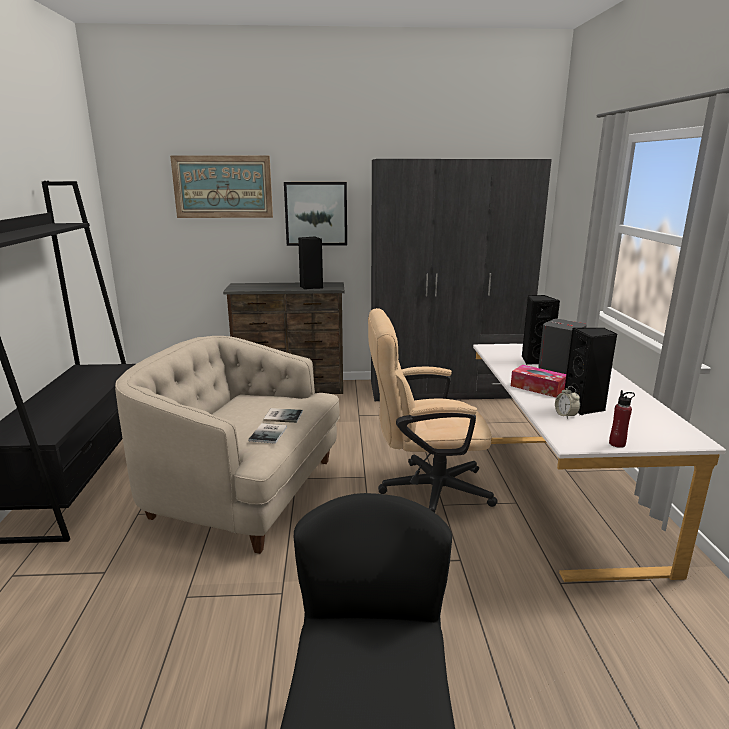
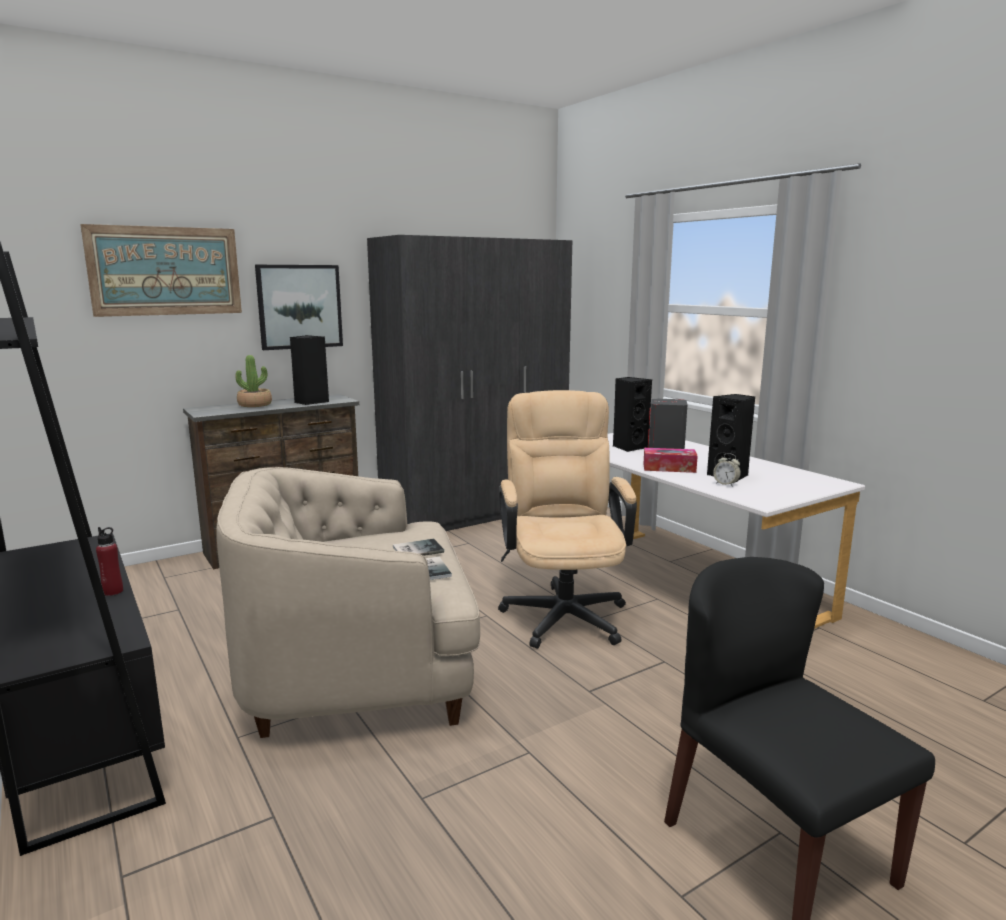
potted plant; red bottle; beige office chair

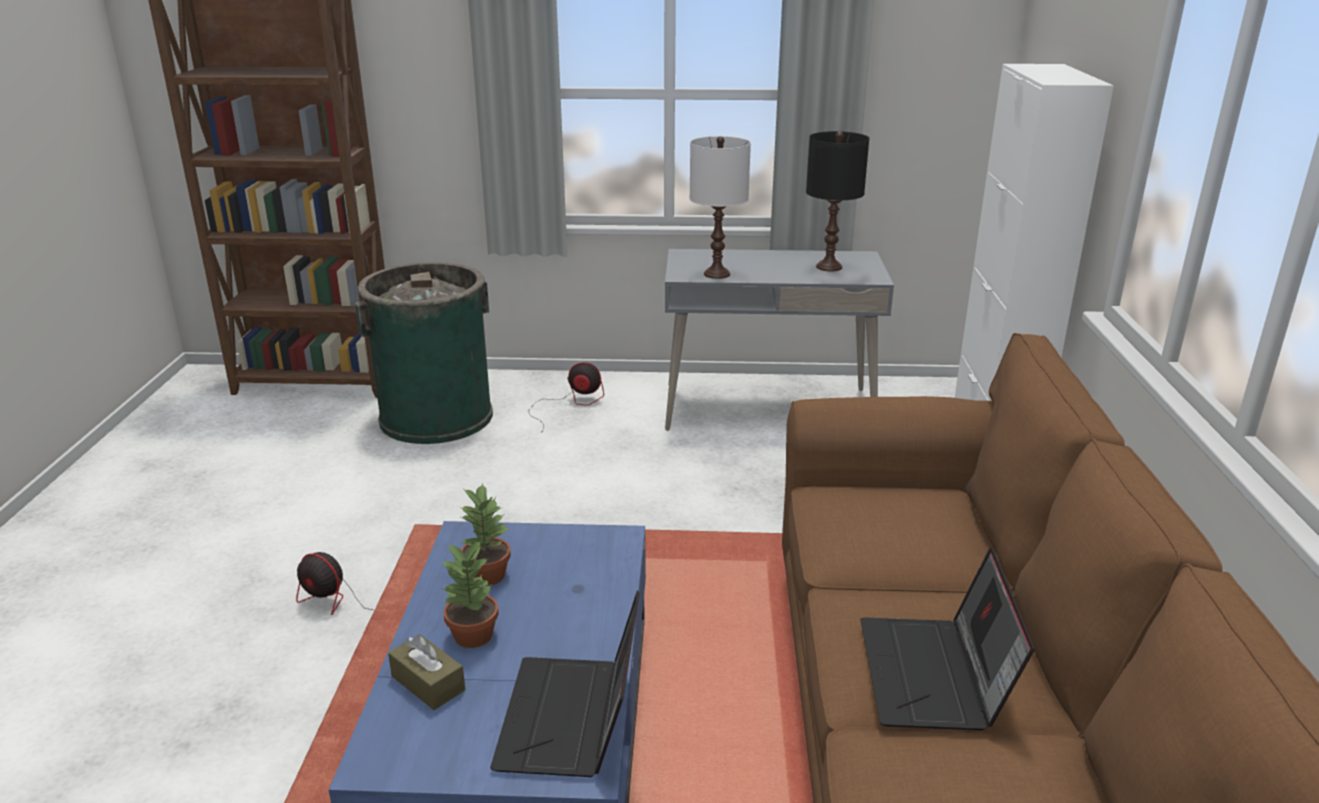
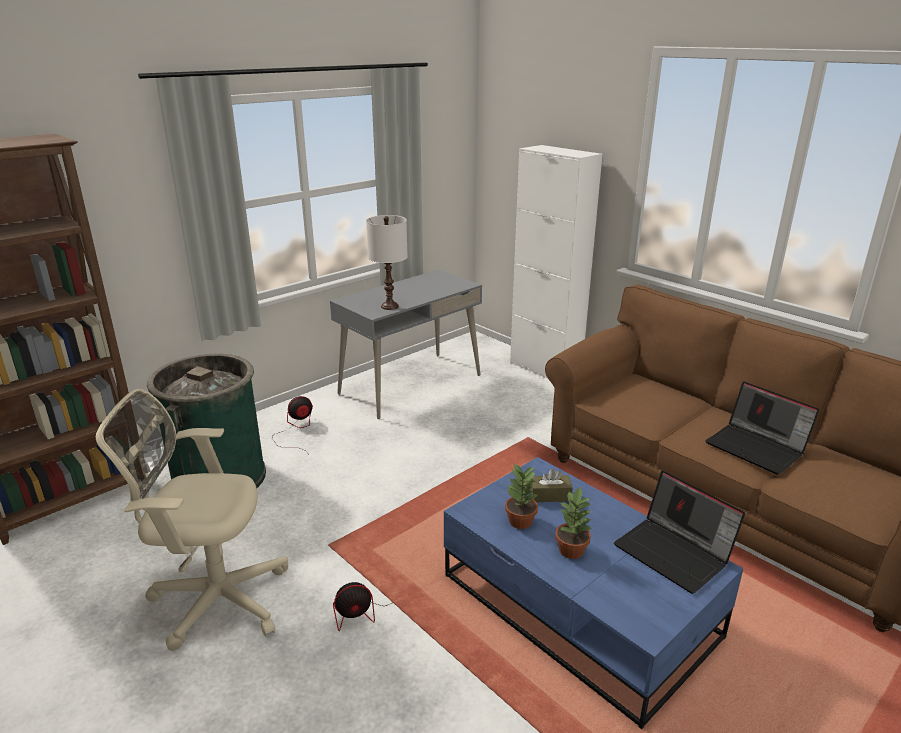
black table lamp; beige office chair; brown tissue box

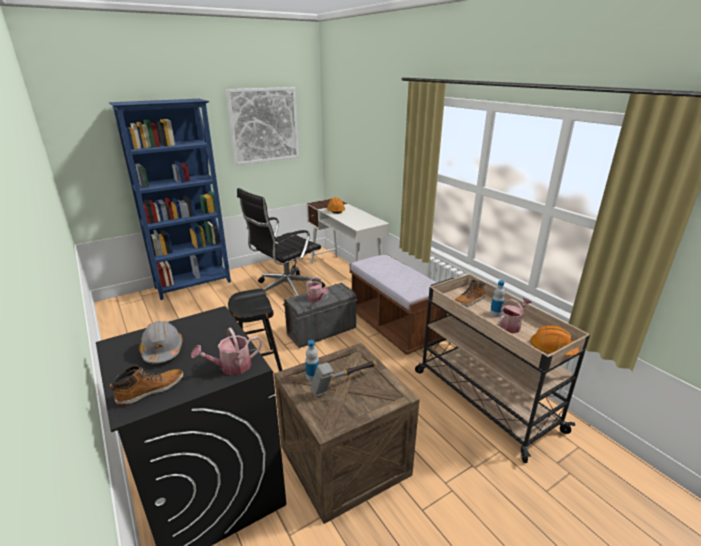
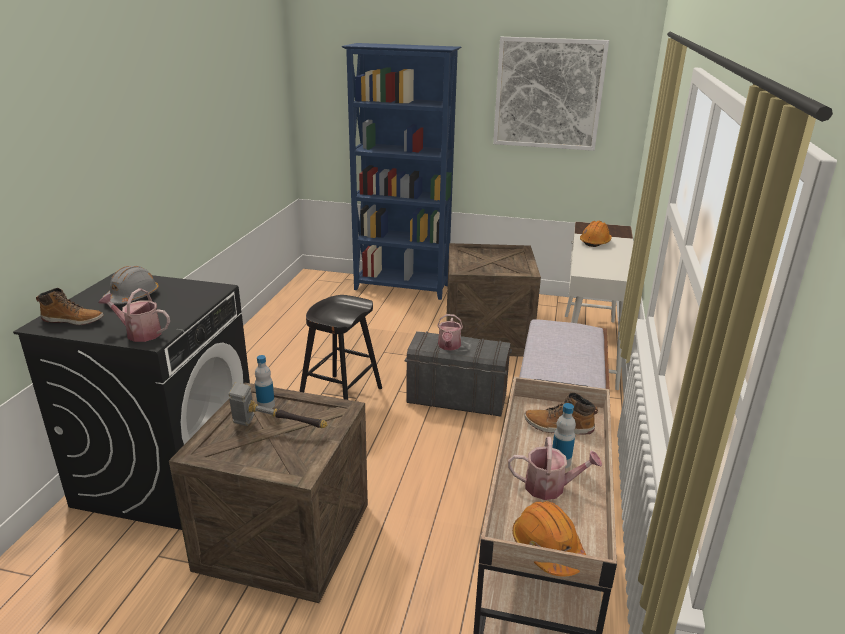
crate (no. 2 from left)

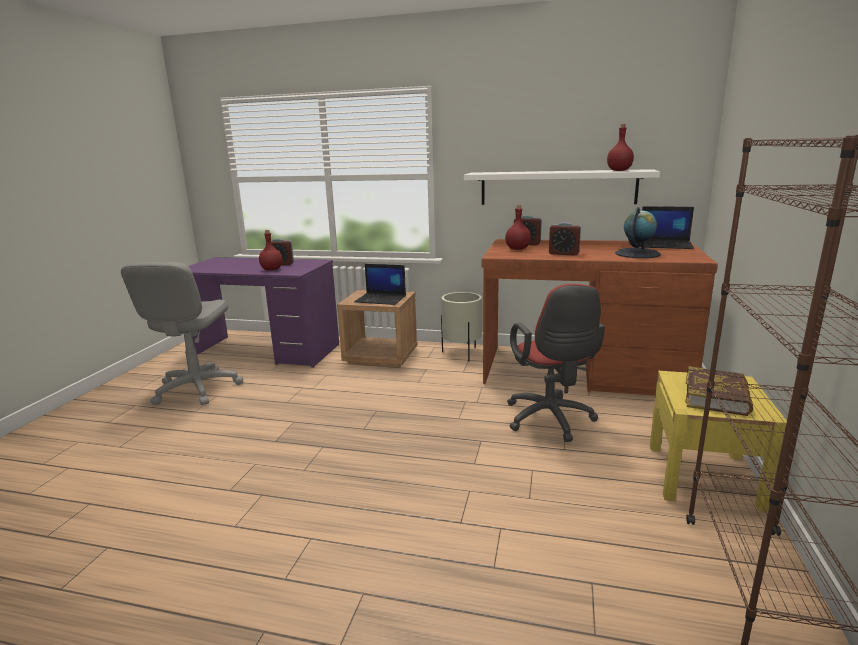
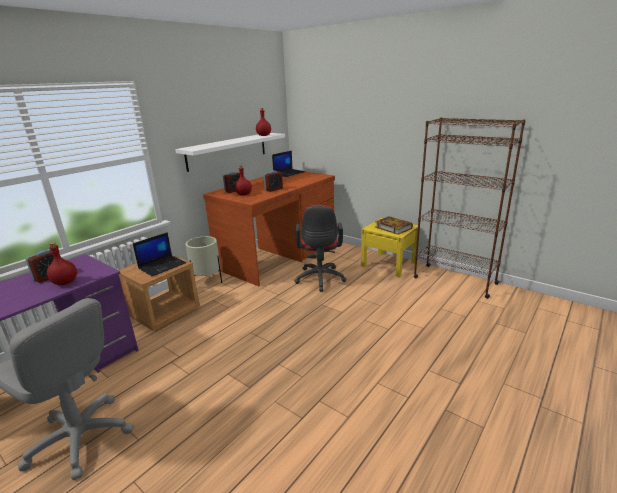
globe; red office chair

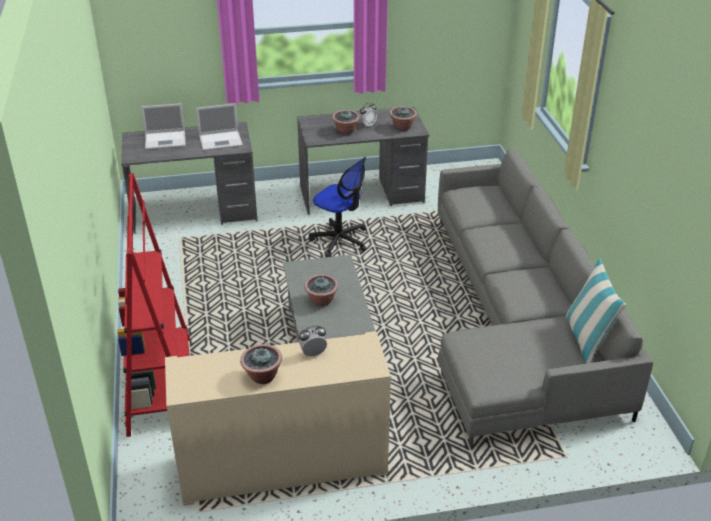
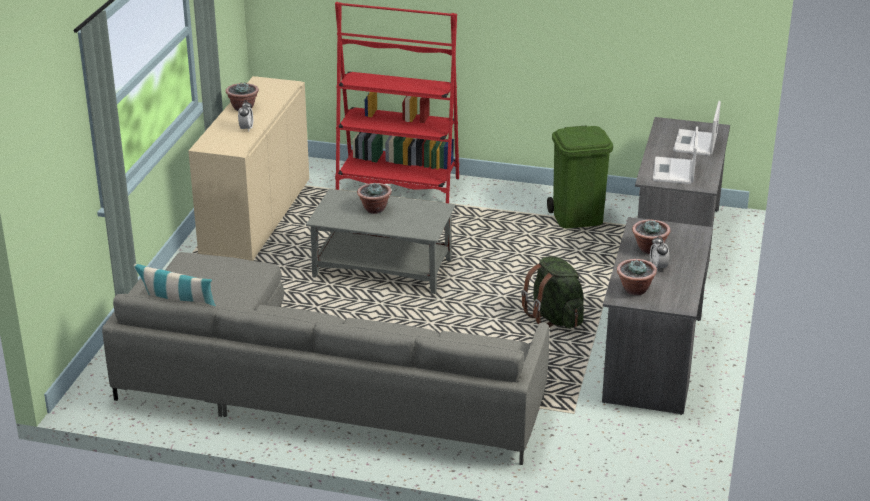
green trash can; green backpack

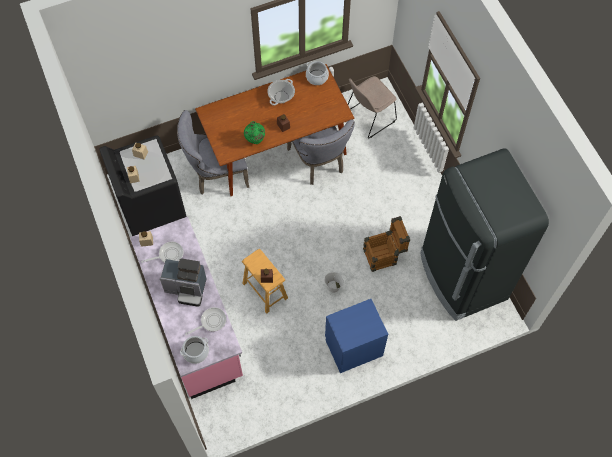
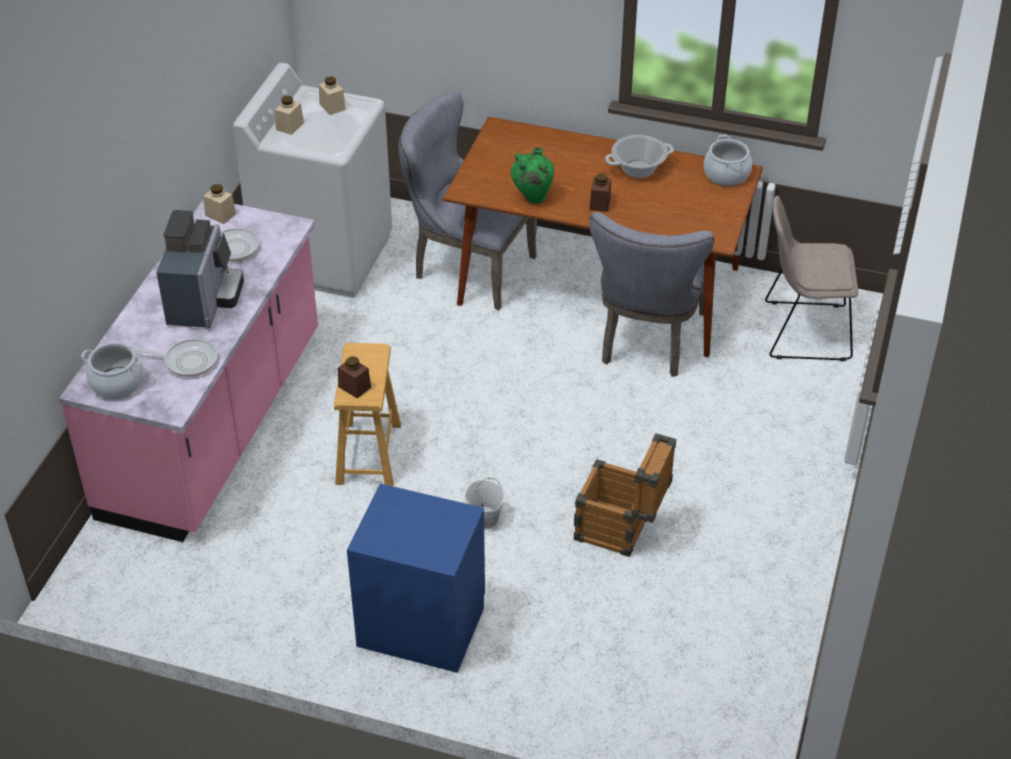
black fridge; white washing machine; coffee machine

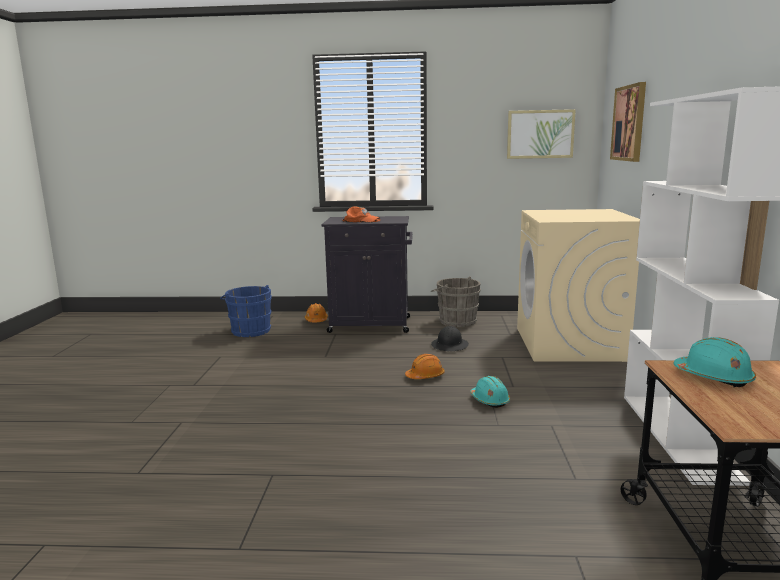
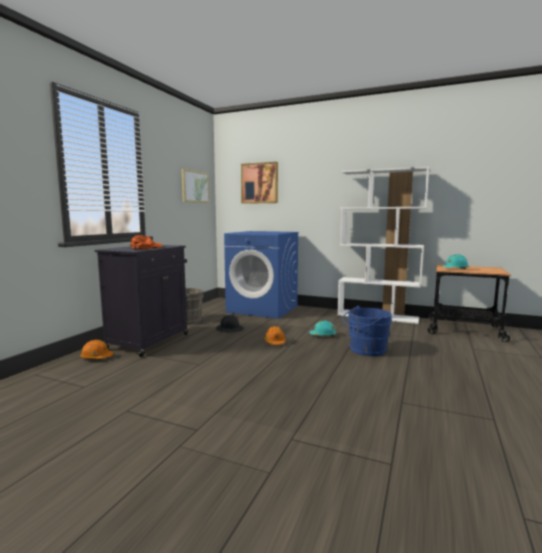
blue bucket; blue washing machine

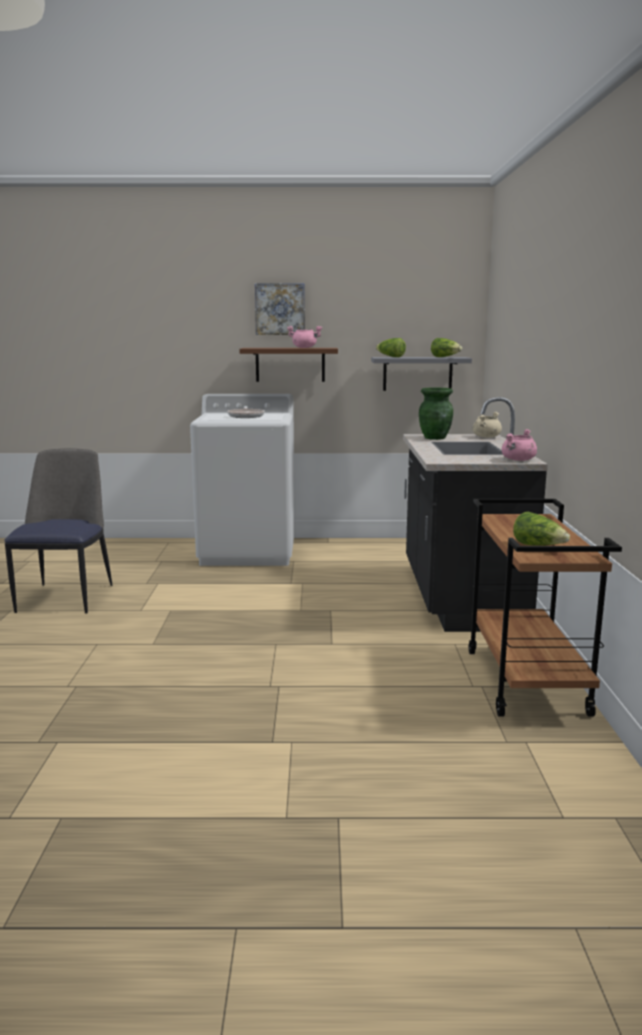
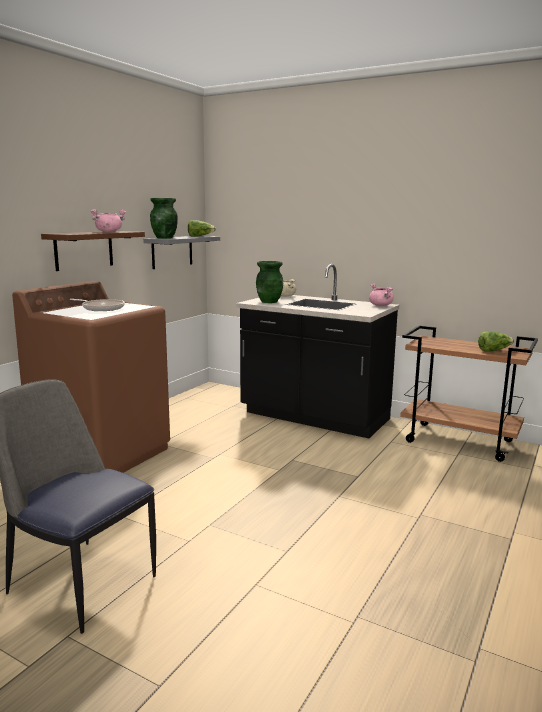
picture; green vase (no. 1 from left); brown washing machine

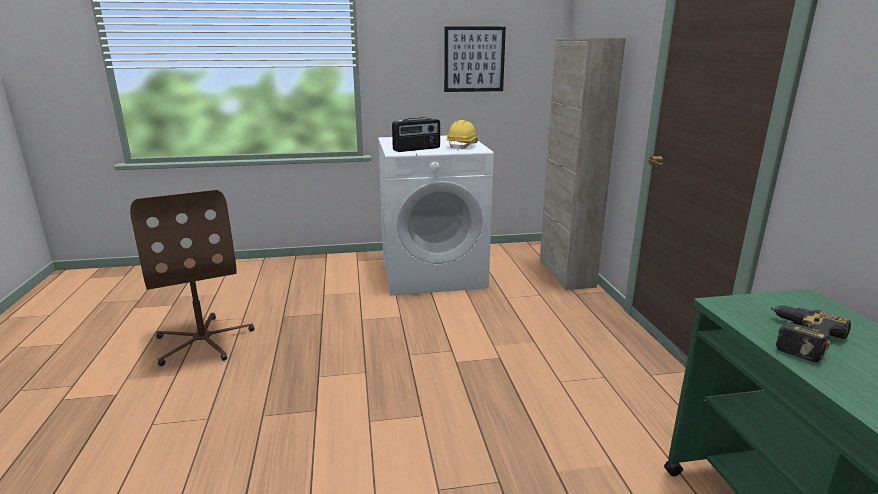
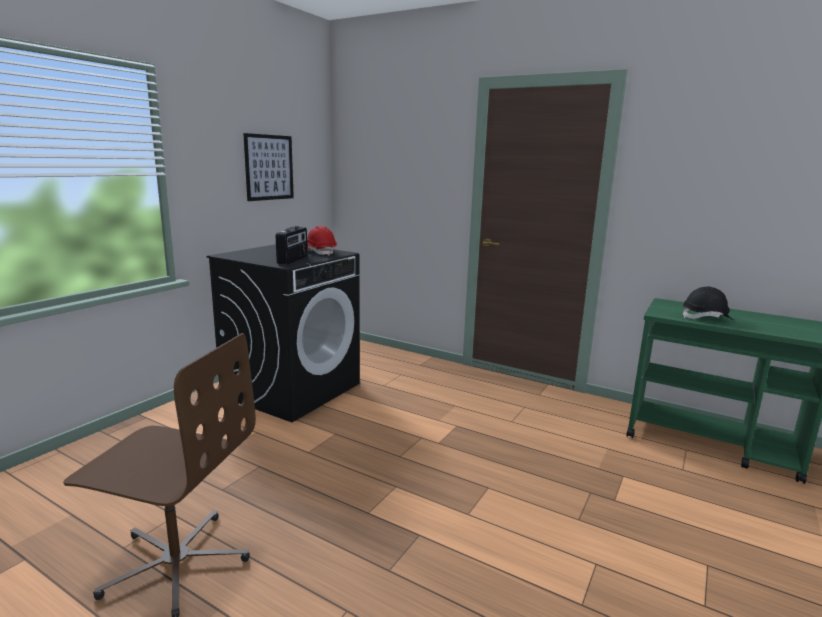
beige cabinet; black hard hat; black washing machine; red hard hat

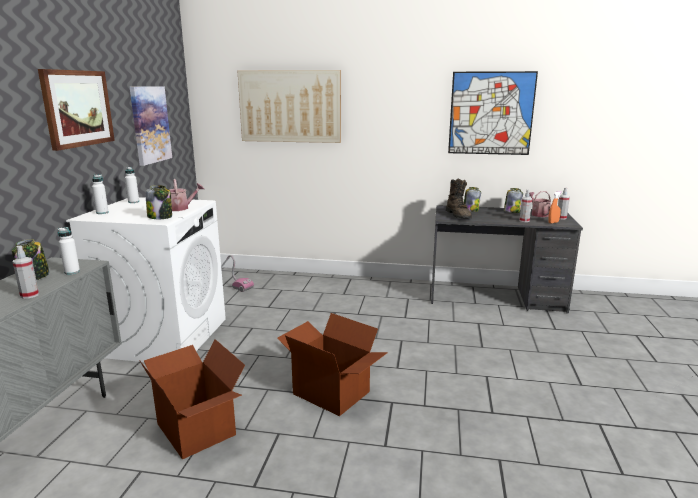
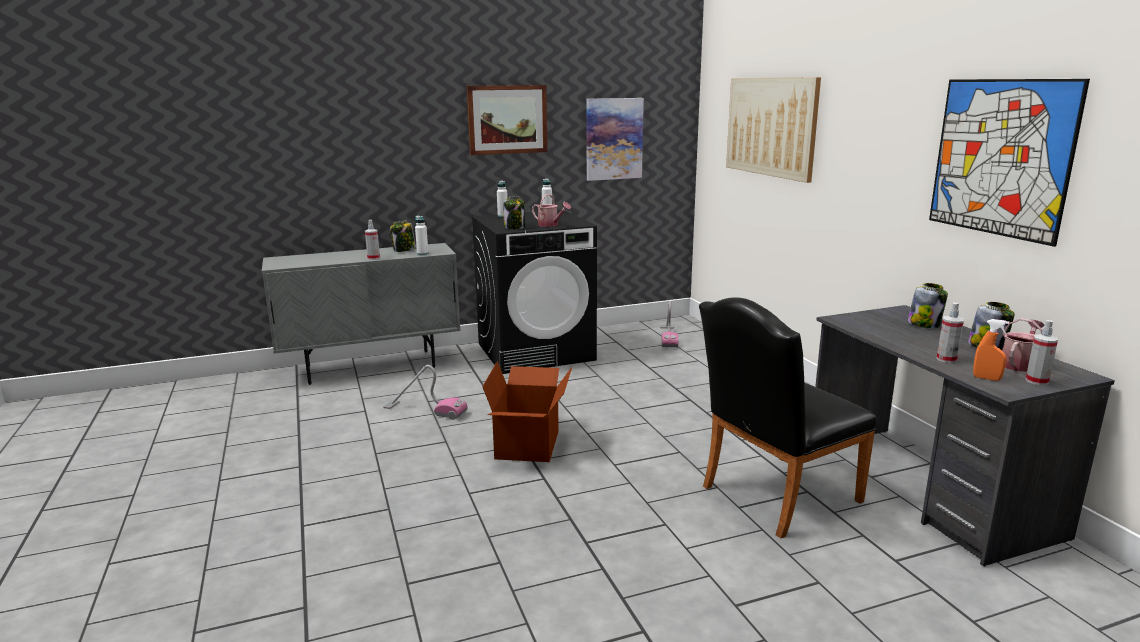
brown boot; black chair; vacuum cleaner (no. 1 from left); black washing machine

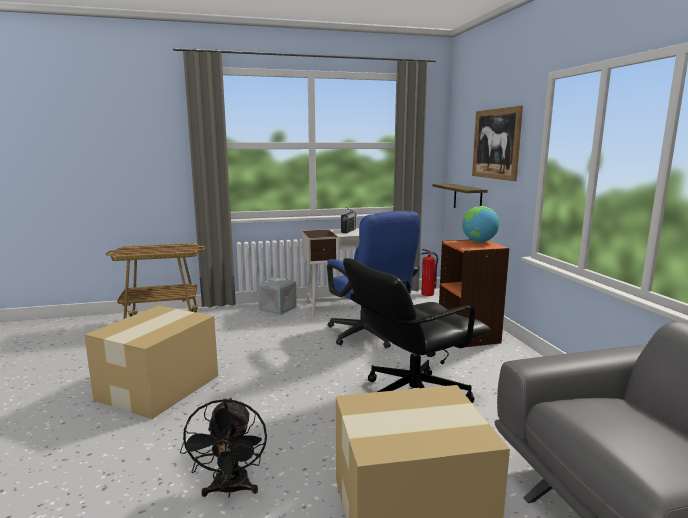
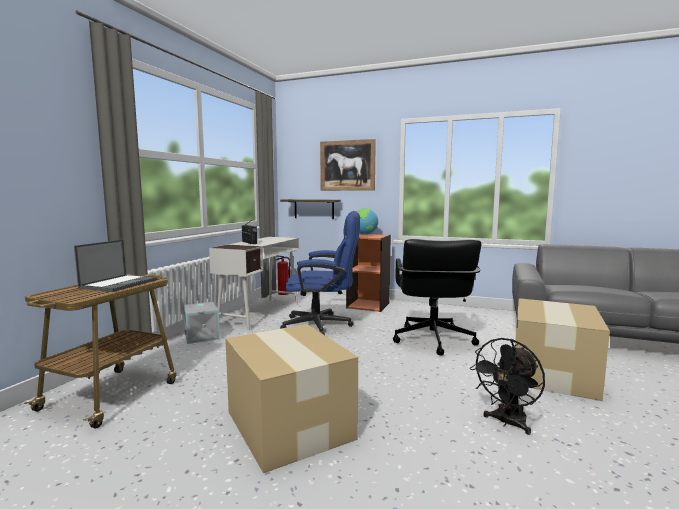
laptop; black fan

